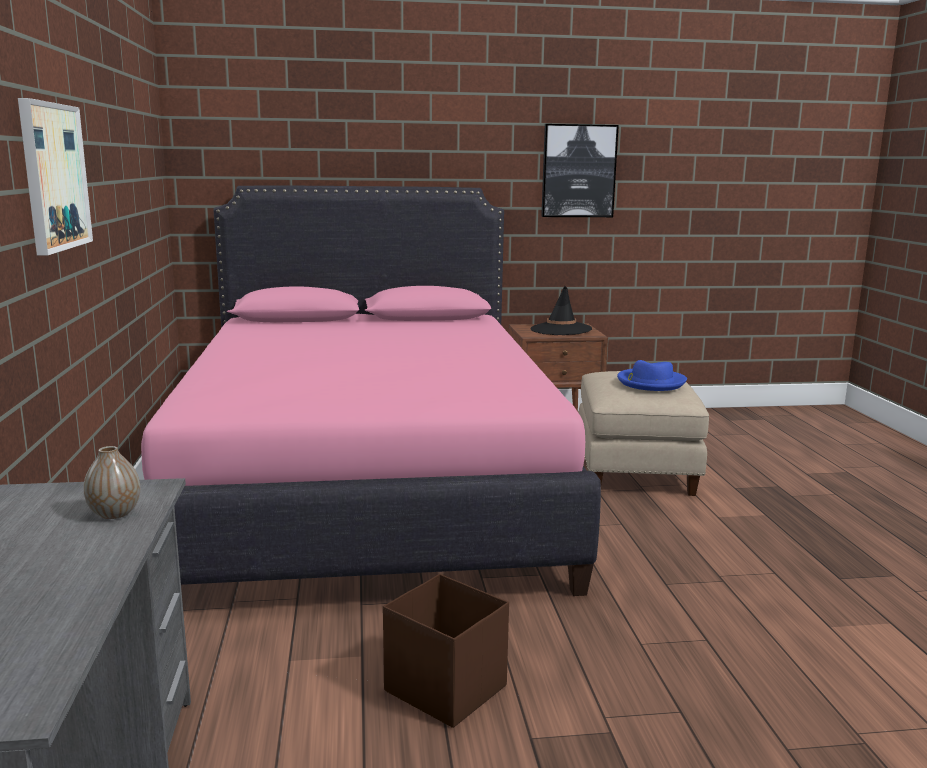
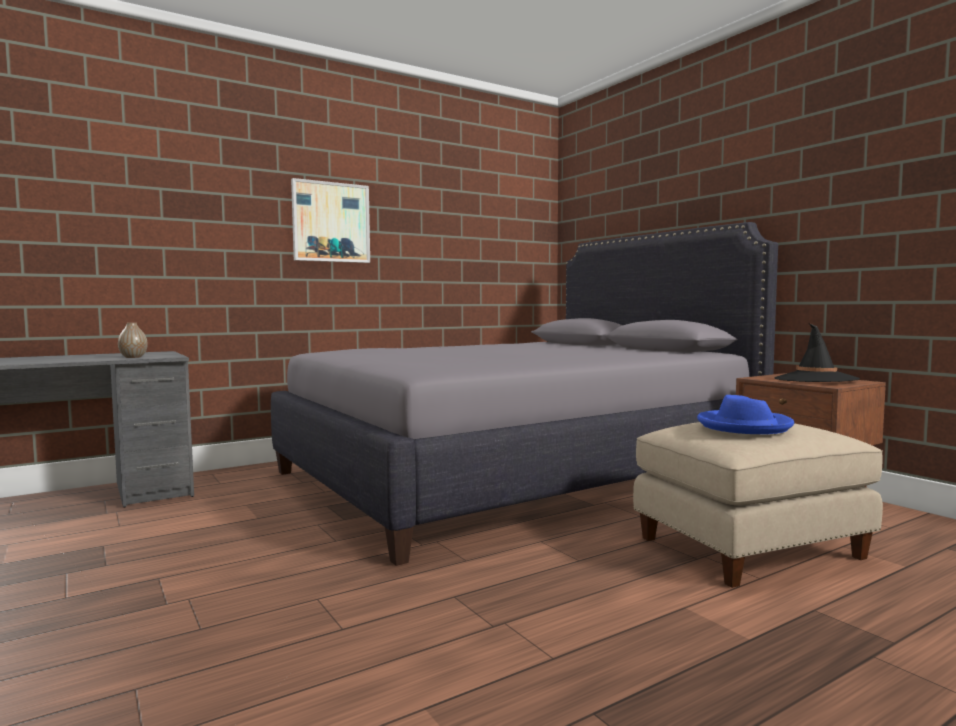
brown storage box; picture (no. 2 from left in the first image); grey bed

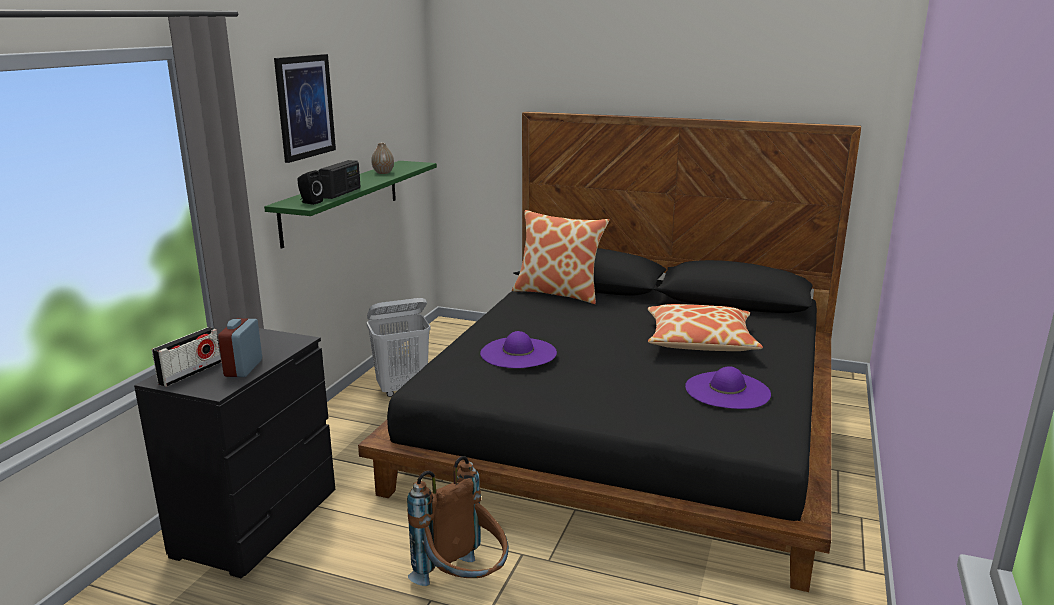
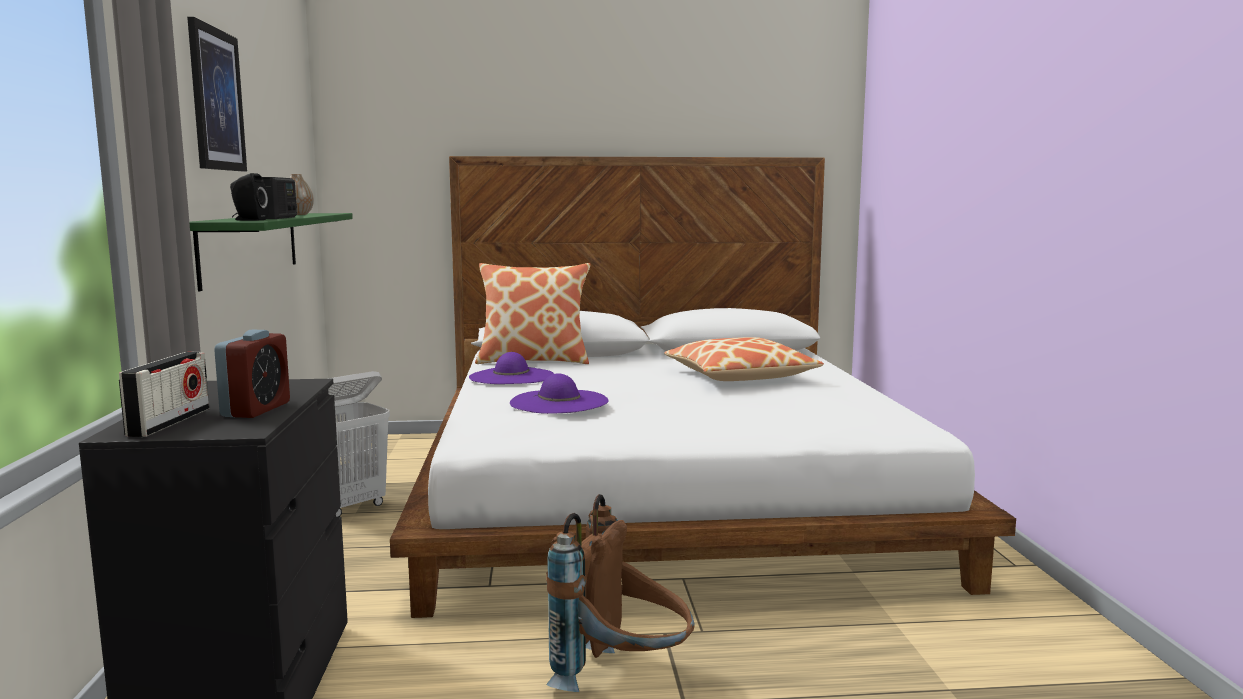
purple hat (no. 1 from left); white bed; alarm clock

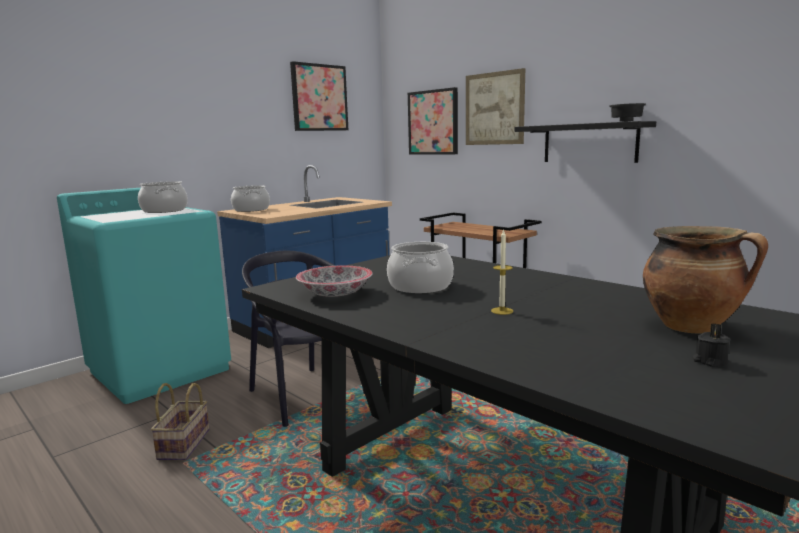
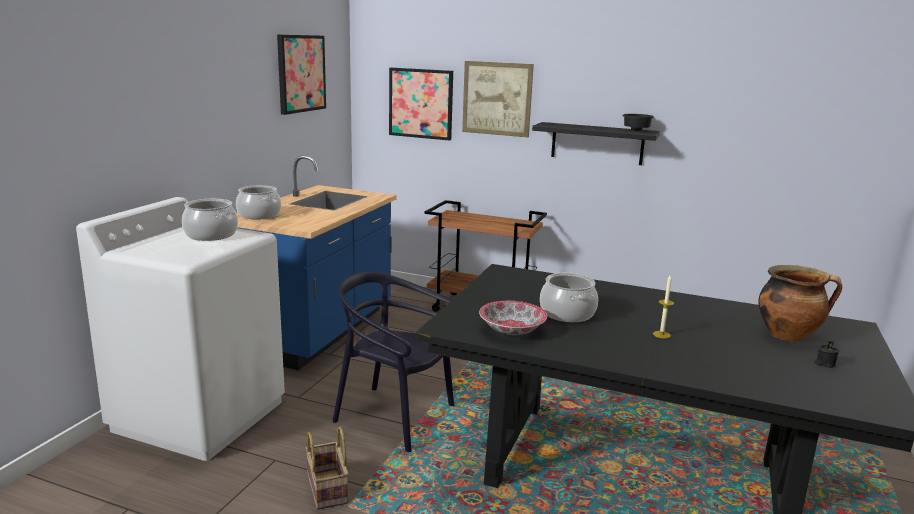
white washing machine

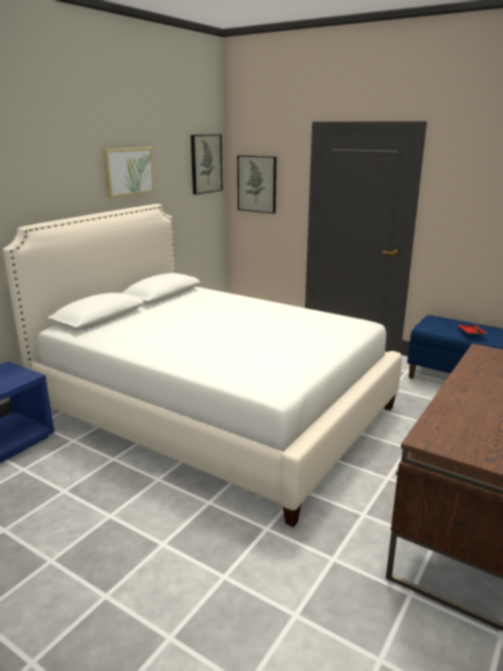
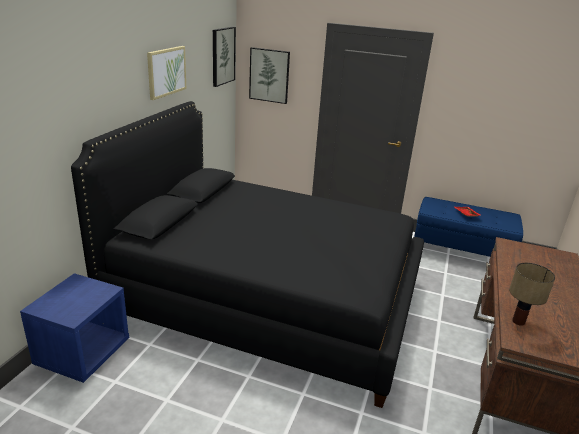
table lamp; black bed

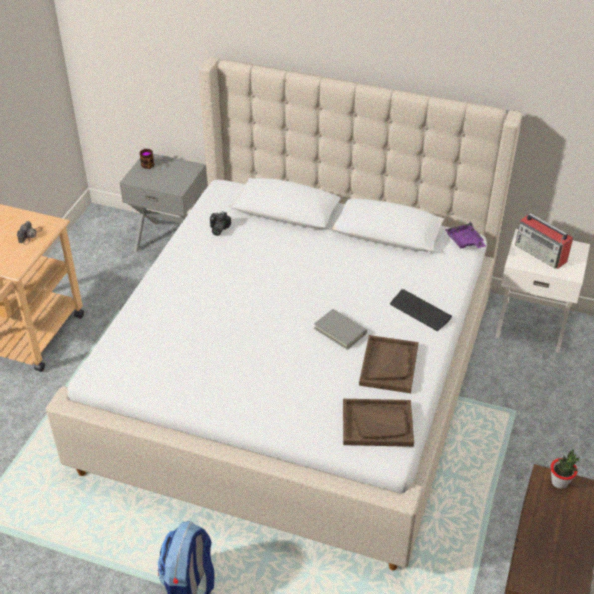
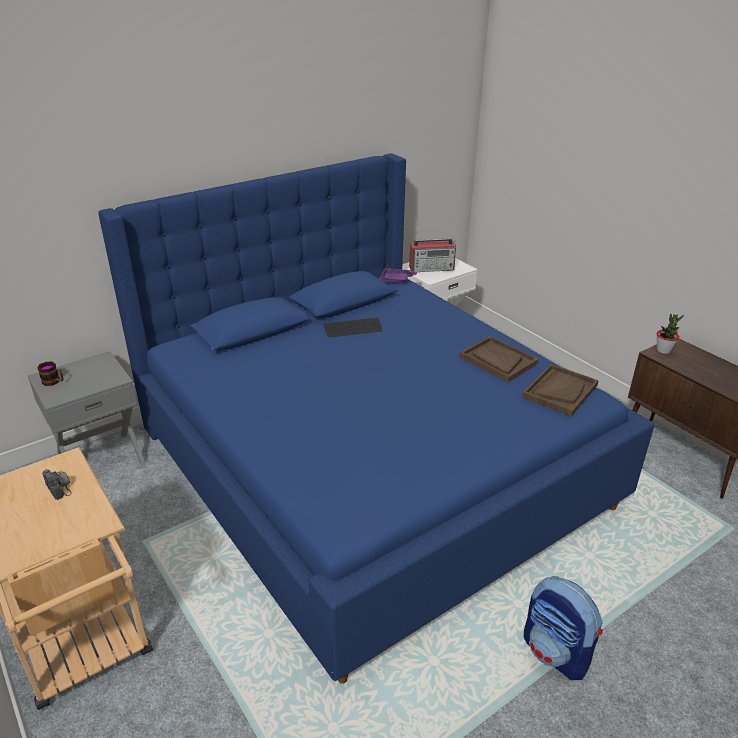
photo camera (no. 2 from left in the first image); grey book; keyboard; blue bed

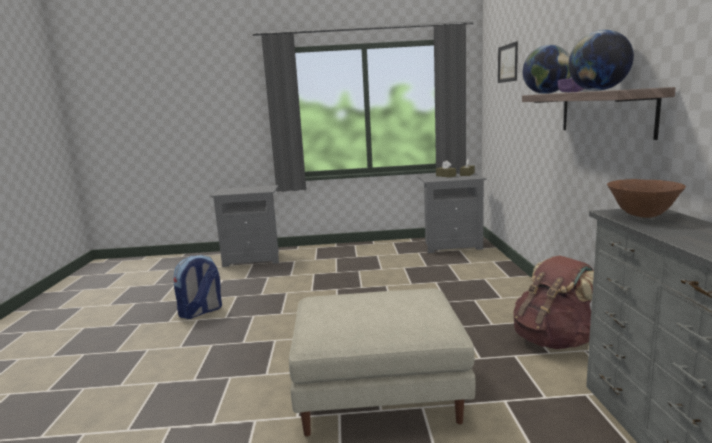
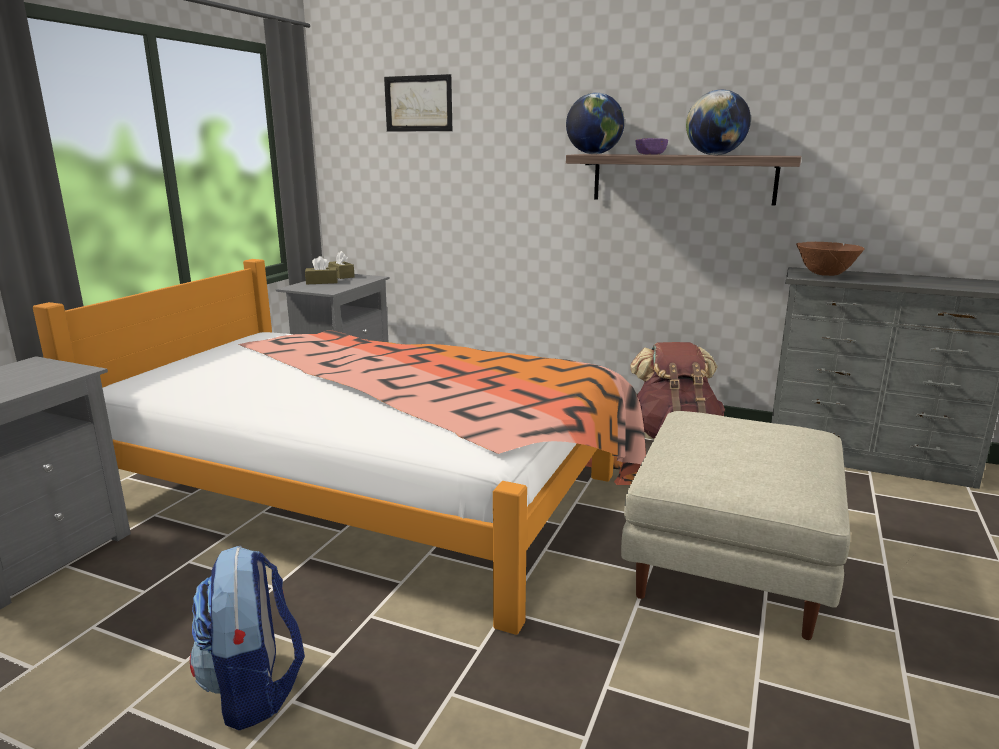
bed

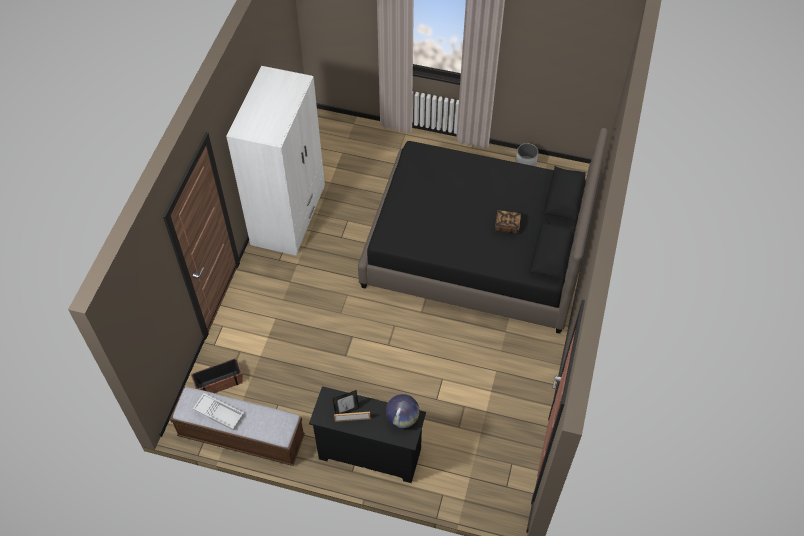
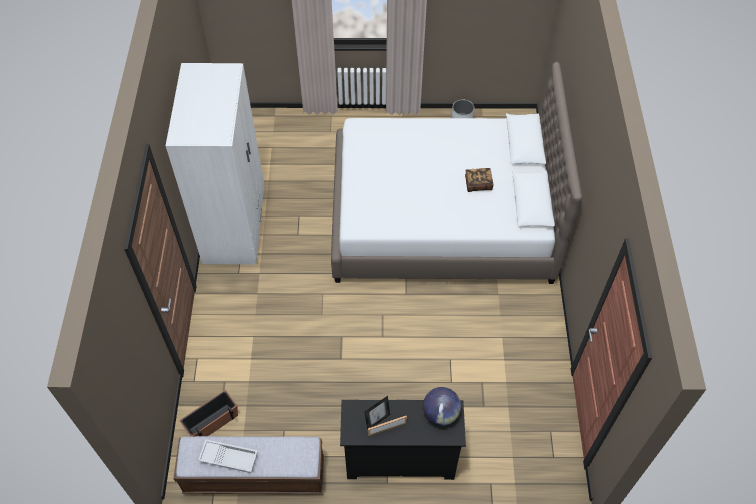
white bed

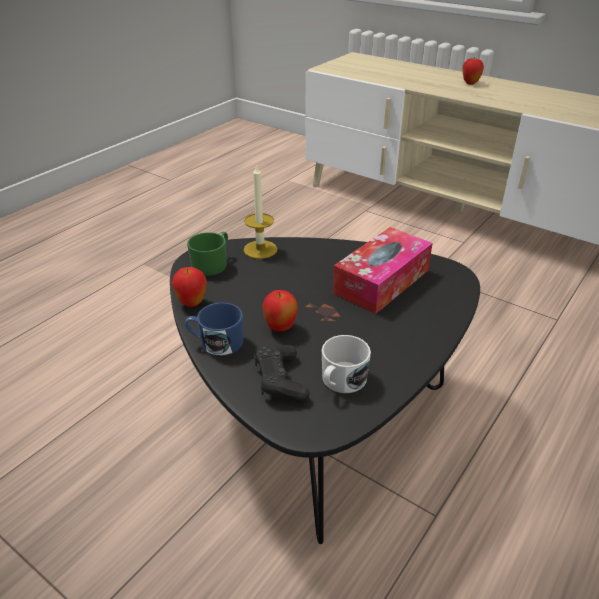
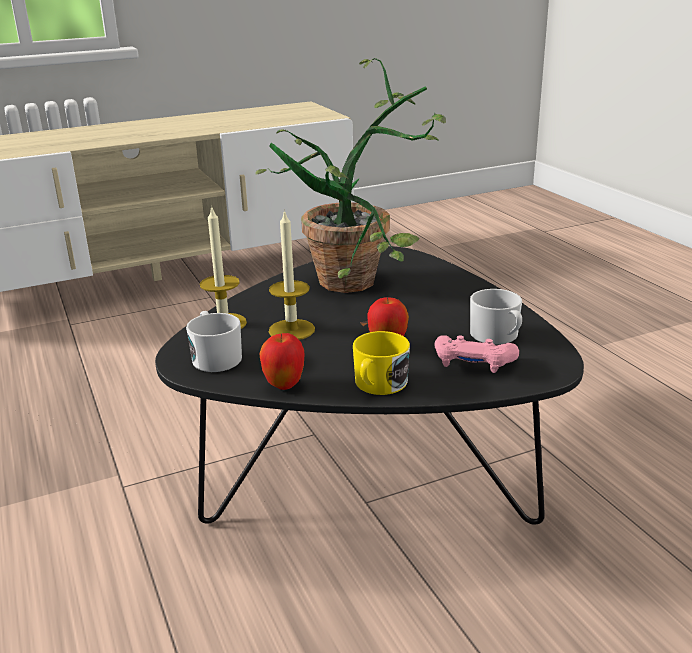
apple (no. 3 from left in the first image); candle (no. 2 from left); potted plant; yellow mug; white mug (no. 1 from left); pink game controller

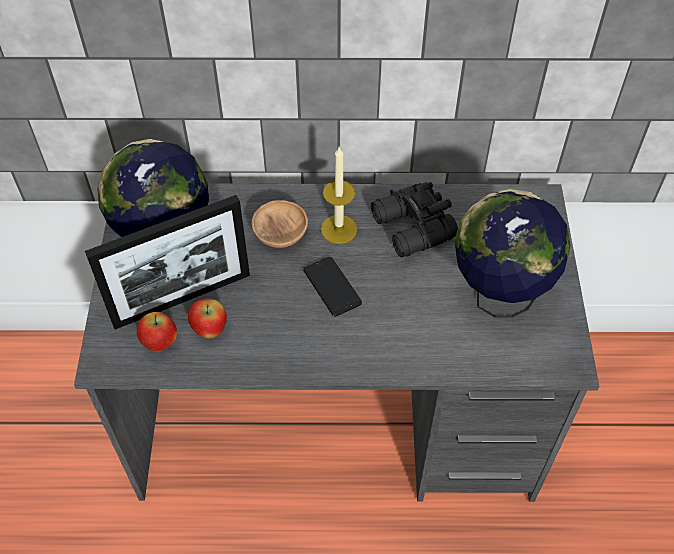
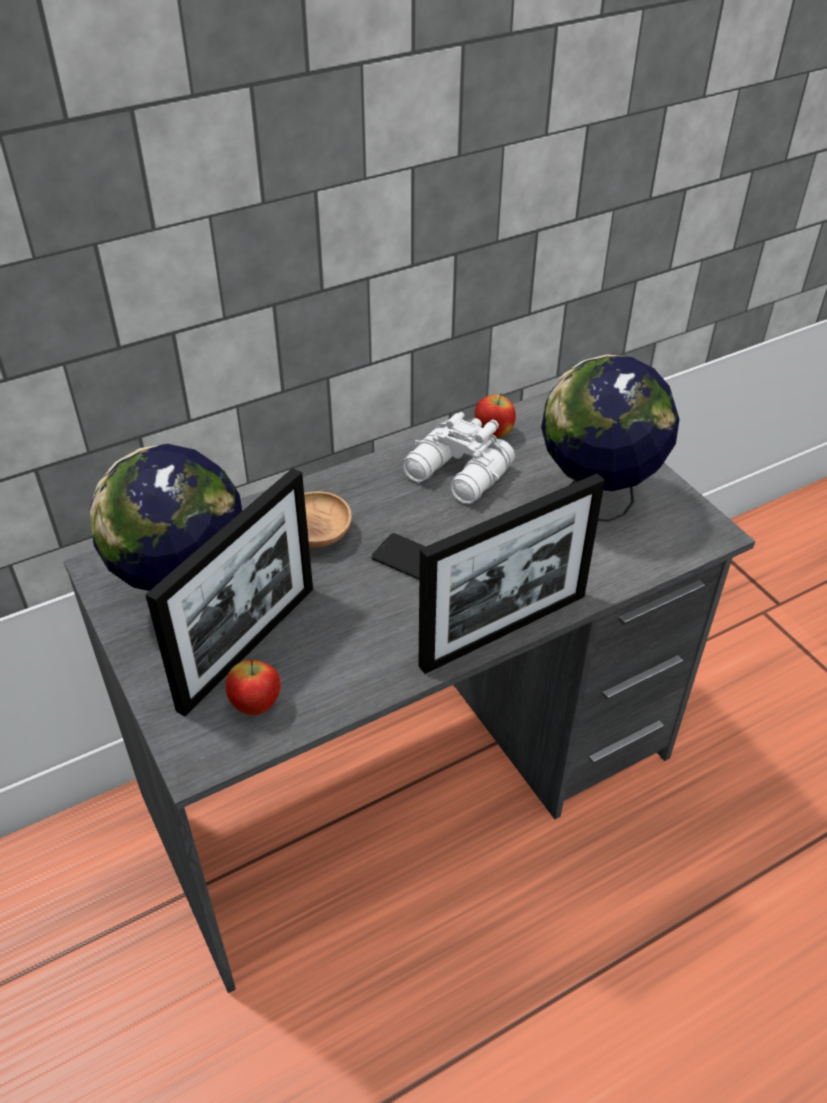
candle; picture frame (no. 2 from left); apple (no. 2 from left); white binoculars

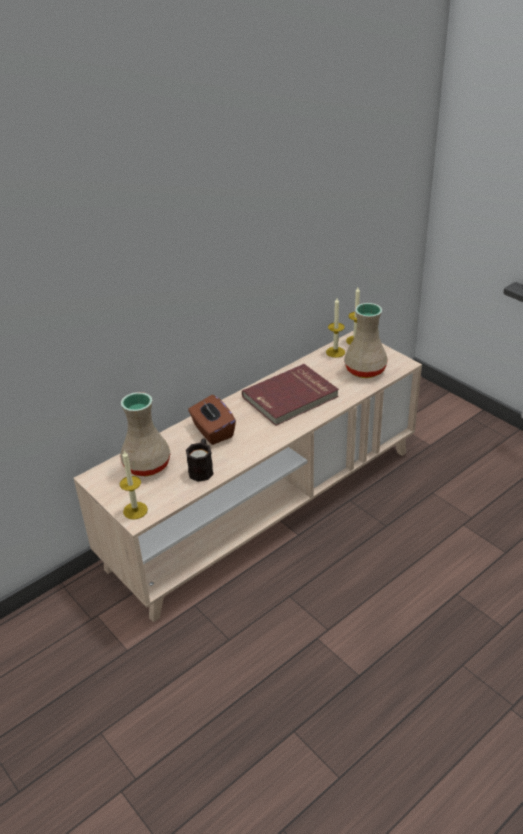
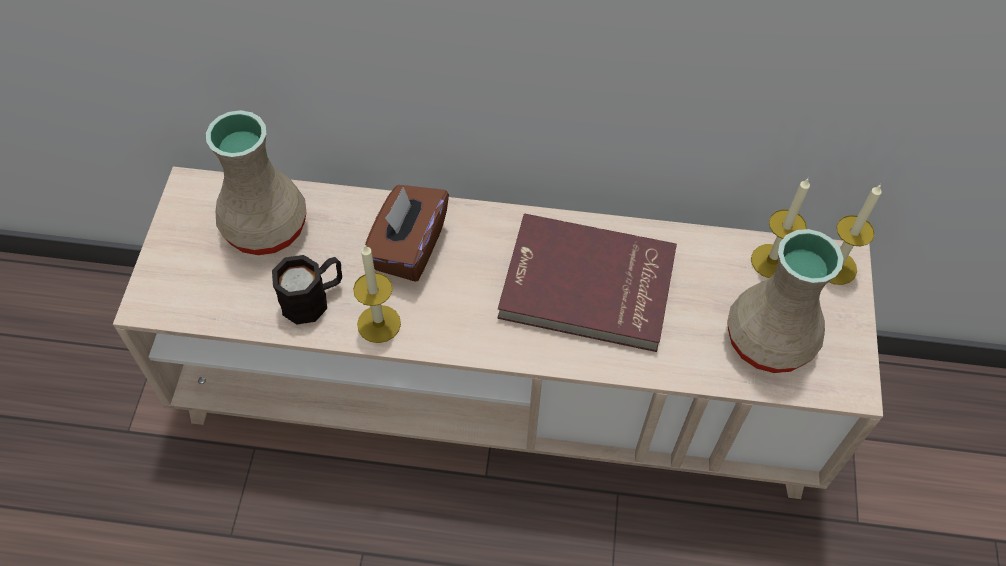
candle (no. 1 from left)

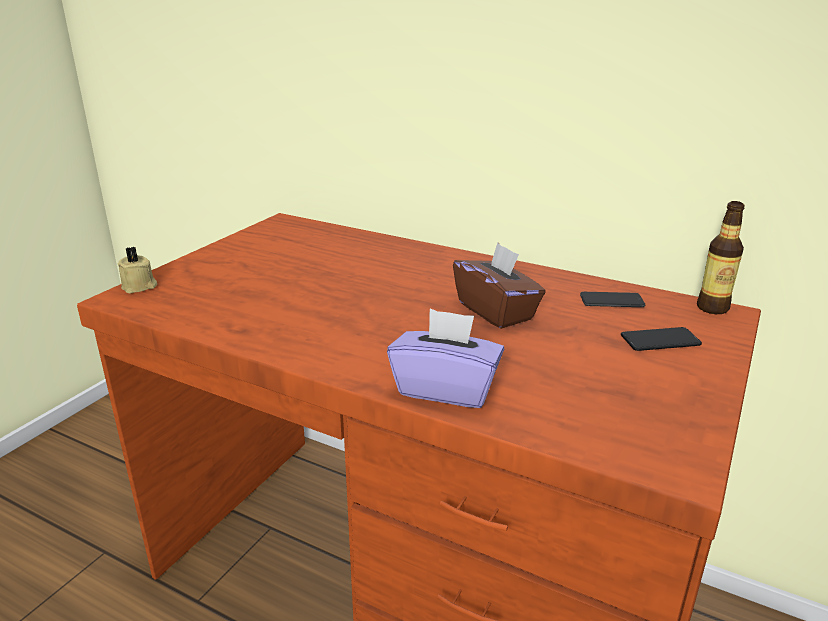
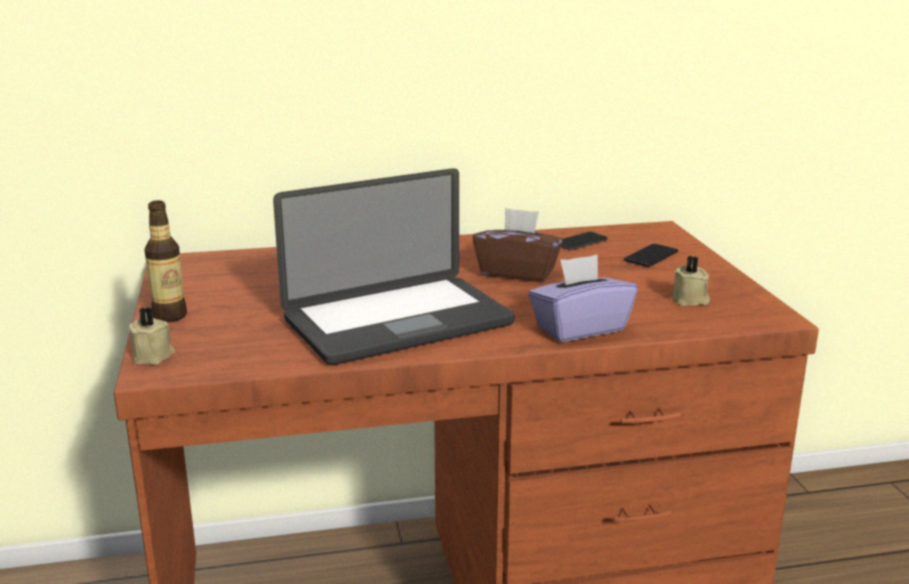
laptop; beige candle (no. 2 from left); bottle

